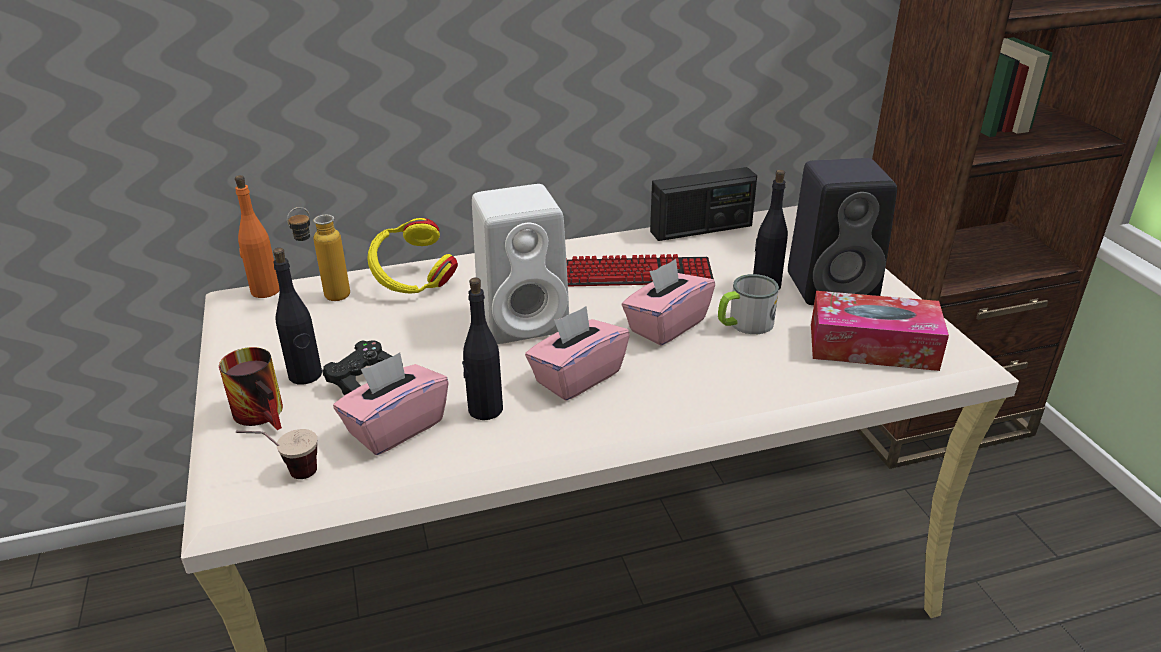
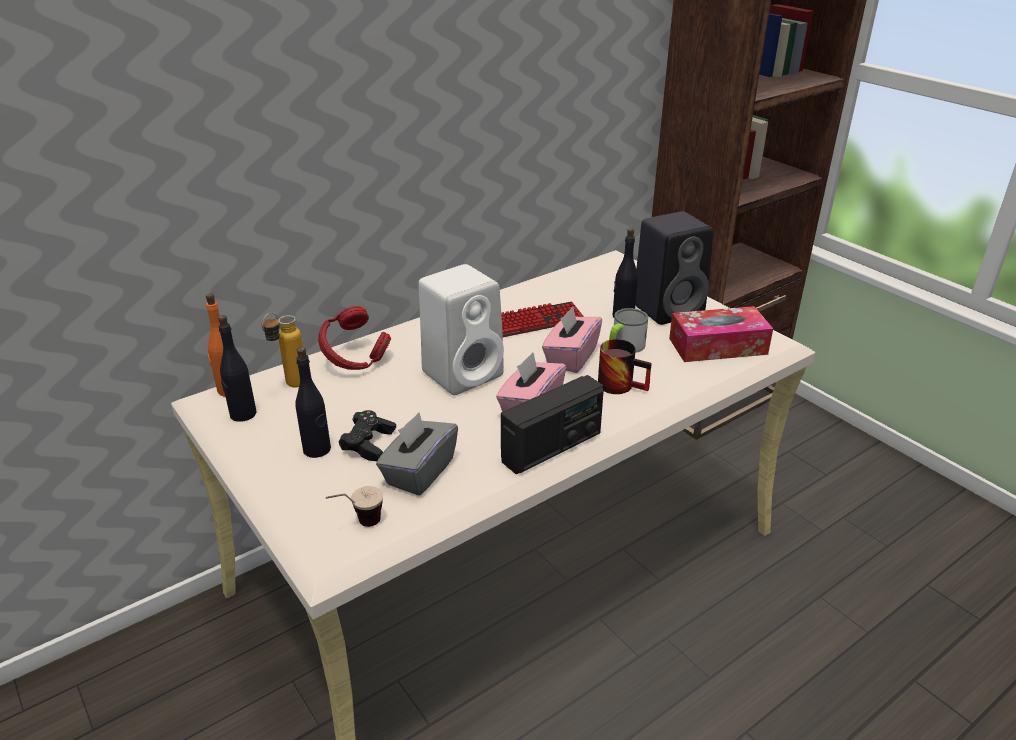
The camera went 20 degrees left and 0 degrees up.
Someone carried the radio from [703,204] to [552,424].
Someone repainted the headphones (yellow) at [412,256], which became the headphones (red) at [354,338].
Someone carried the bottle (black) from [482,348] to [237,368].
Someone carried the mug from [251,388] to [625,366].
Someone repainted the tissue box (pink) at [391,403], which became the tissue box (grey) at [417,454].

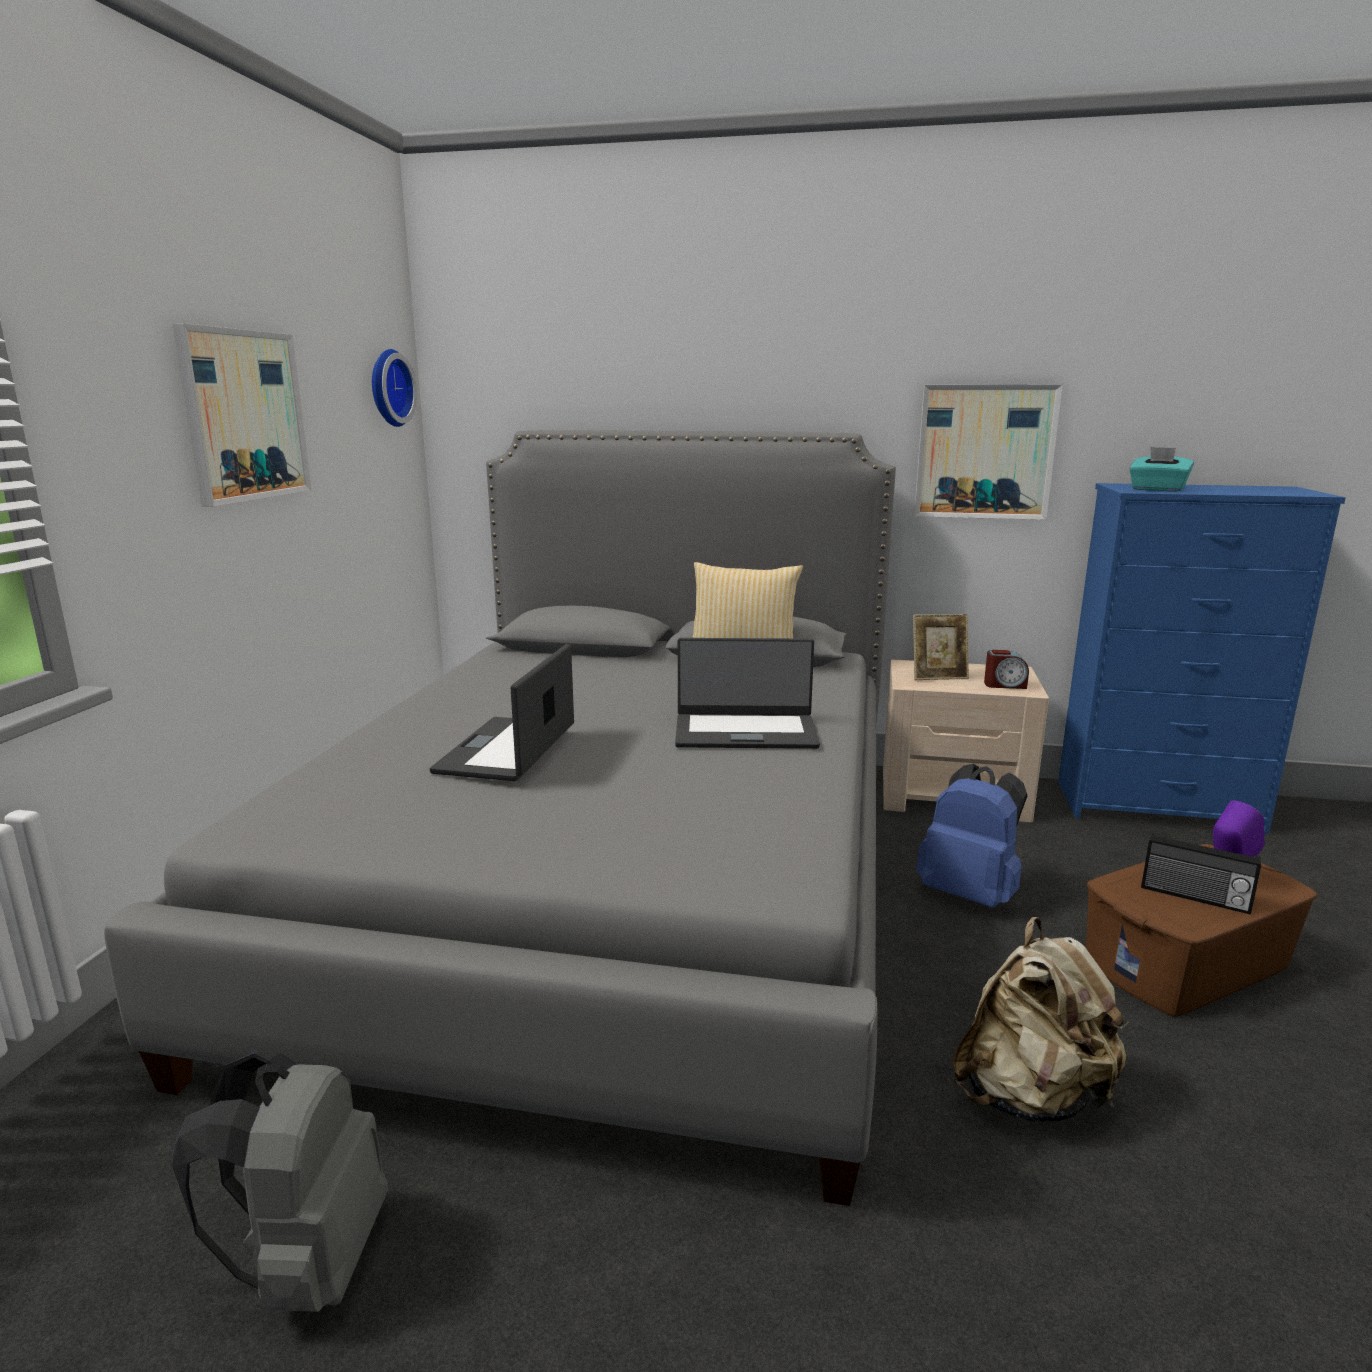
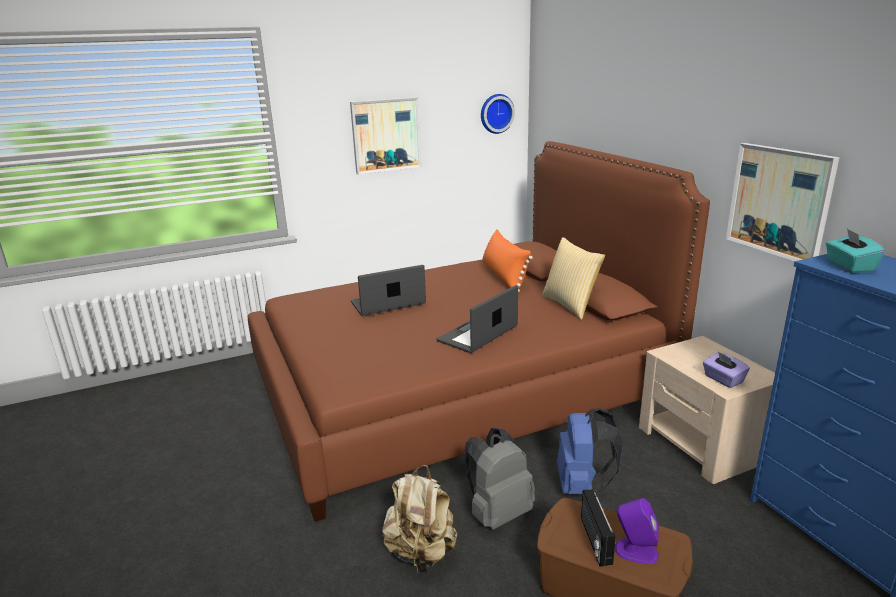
The camera went 55 degrees right and 5 degrees up.
Someone repainted the bed (grey) at [500,818], which became the bed (brown) at [479,331].
Someone took away the picture frame at [941,647].
Someone rotated the laptop at [747,693] by 75 degrees clockwise.
Someone swapped the alarm clock at [1006,669] for the tissue box (purple) at [726,370].
Someone carried the backpack (grey) from [280,1180] to [500,479].
Someone put down the pillow (orange) at [507,261].

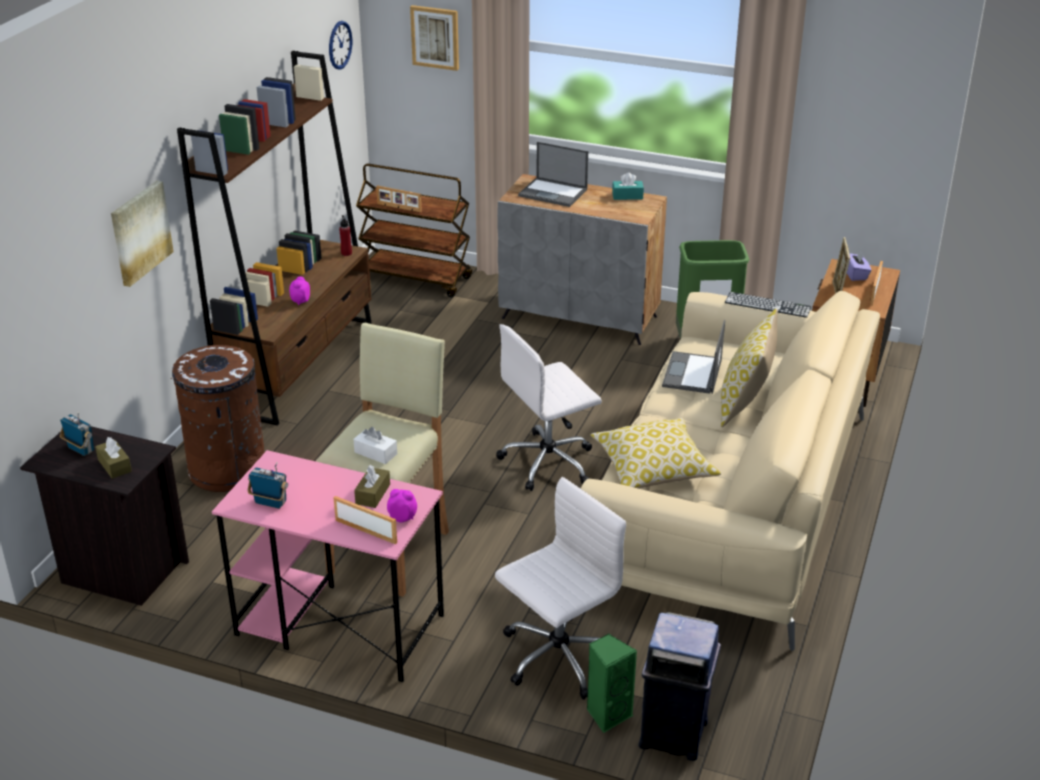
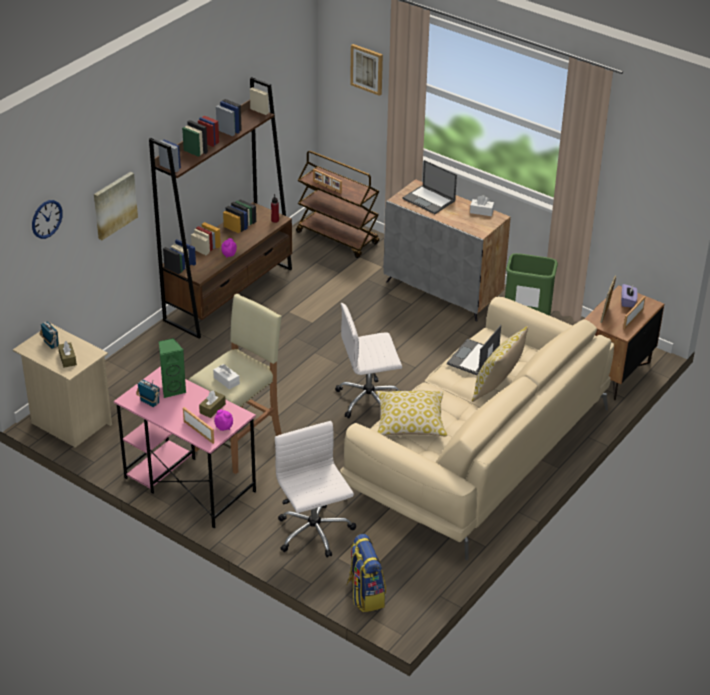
The camera went 15 degrees right and 5 degrees up.
Someone carried the wall clock from [340,45] to [47,219].
Someone repainted the tissue box (turquoise) at [628,186], which became the tissue box (white) at [482,205].
Someone took away the keyboard at [768,305].
Someone took away the trash can (brown) at [217,418].
Someone repainted the nightstand (black) at [104,516], which became the nightstand (beige) at [62,385].
Someone rotated the office chair (white) at [560,588] by 90 degrees counterclockwise.
Someone swapped the trash can (blue) at [679,686] for the backpack at [366,573].
Someone carried the speaker (green) from [612,683] to [173,368].

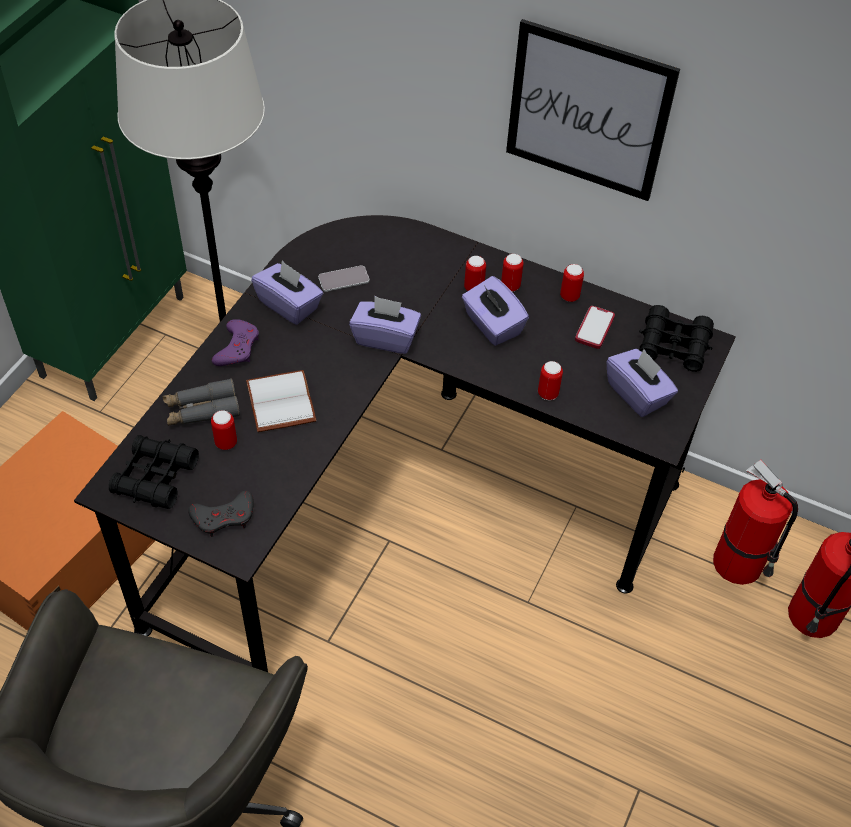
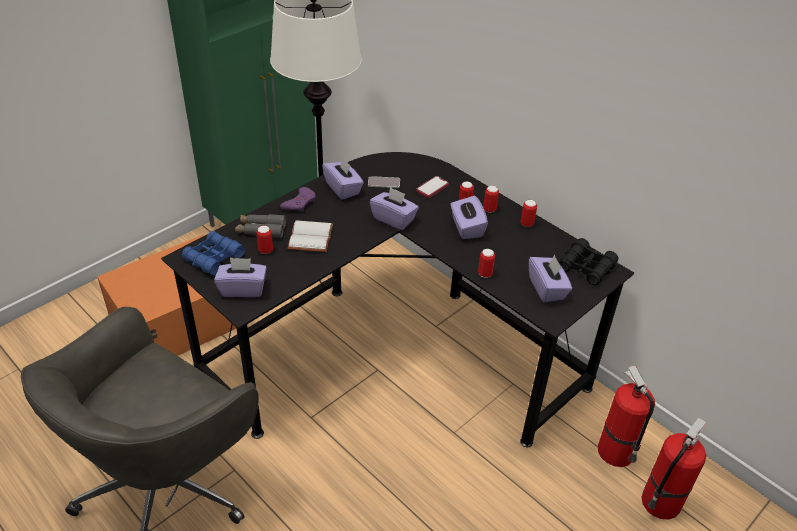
The camera went 20 degrees right and 10 degrees down.
Someone took away the picture at [593,110].
Someone carried the phone from [595,327] to [432,187].
Someone repainted the binoculars (black) at [154,472], which became the binoculars (blue) at [213,253].
Someone swapped the game controller (grey) at [221,514] for the tissue box (purple) at [240,277].

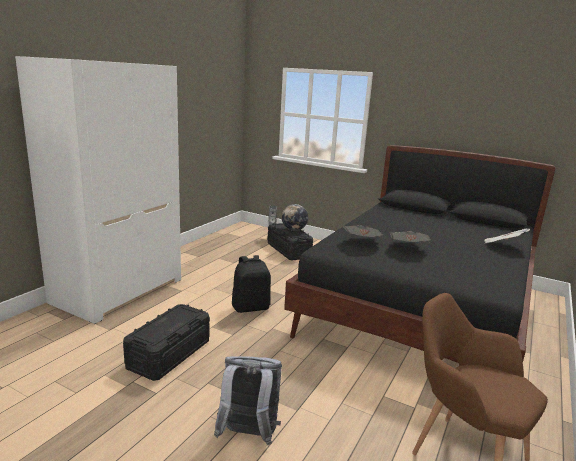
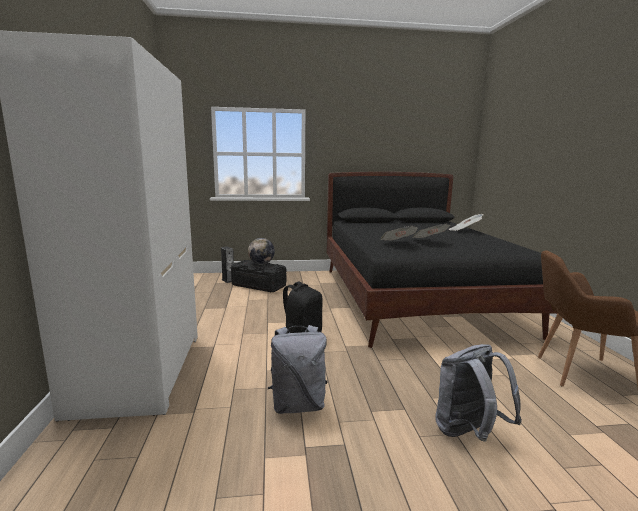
The camera went 35 degrees left and 5 degrees down.
Someone swapped the storage box (black) at [166,342] for the backpack (grey) at [298,369].

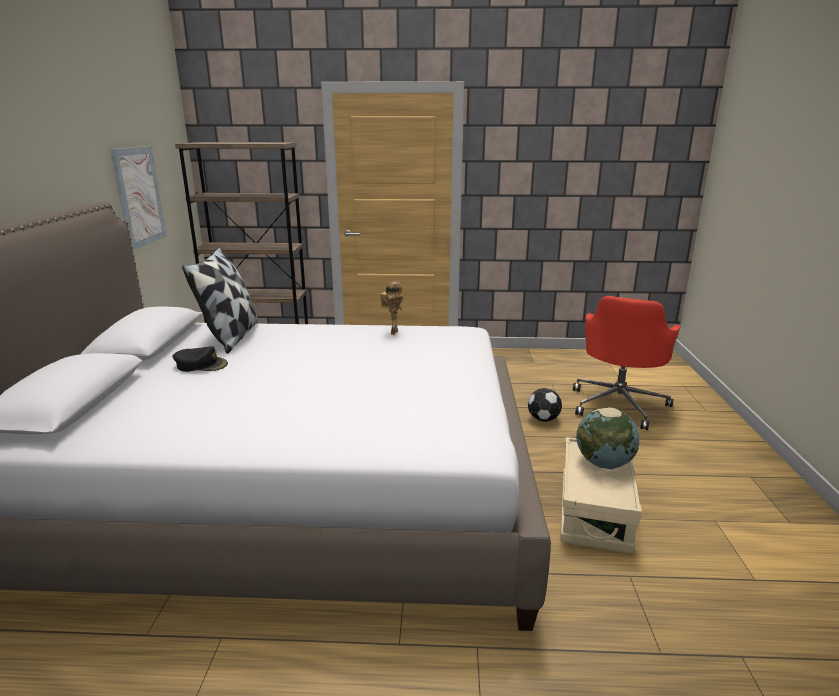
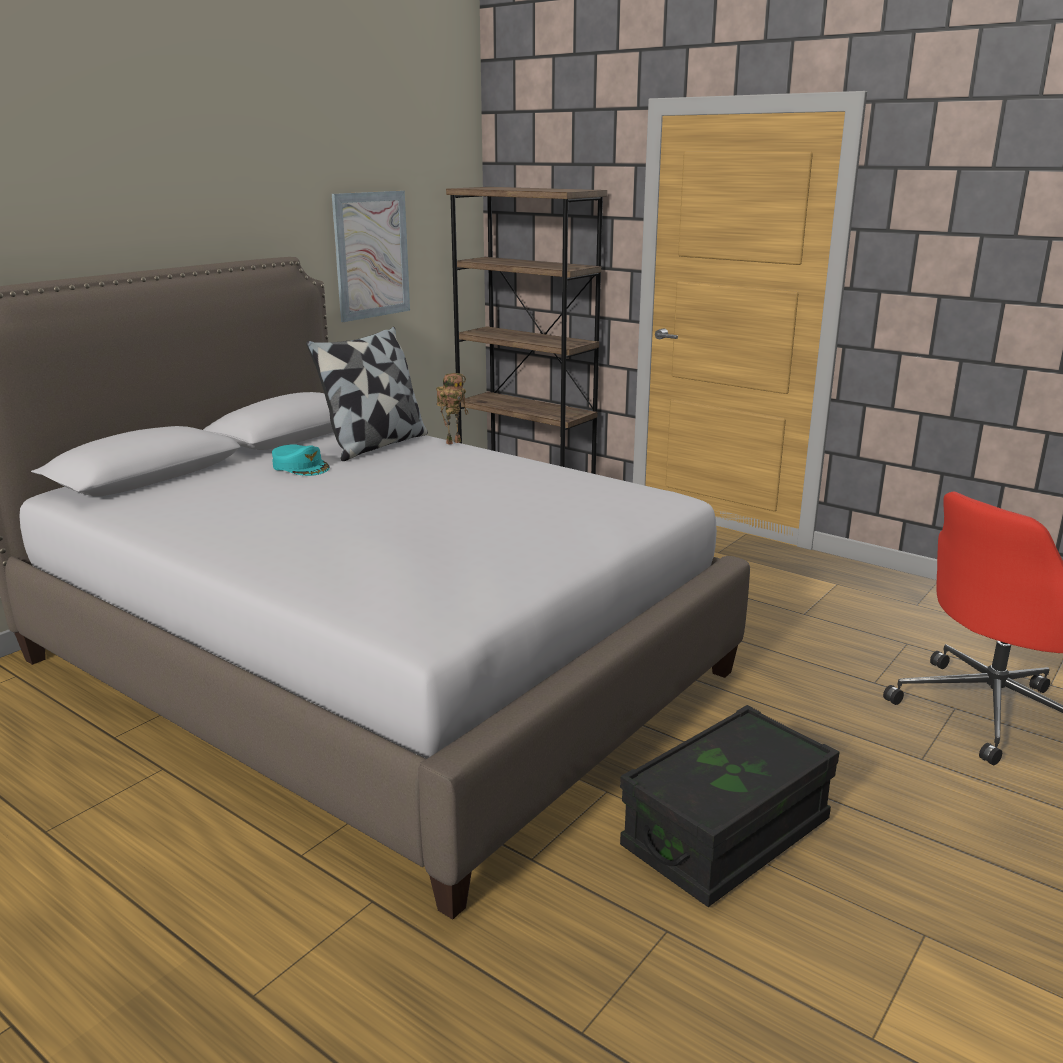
The camera went 35 degrees right and 0 degrees up.
Someone carried the toy robot from [391,308] to [452,409].
Someone repainted the cap (black) at [200,359], which became the cap (turquoise) at [301,460].
Someone took away the football at [545,405].
Someone took away the globe at [607,438].
Someone repainted the storage box (beige) at [601,495], which became the storage box (black) at [729,806].

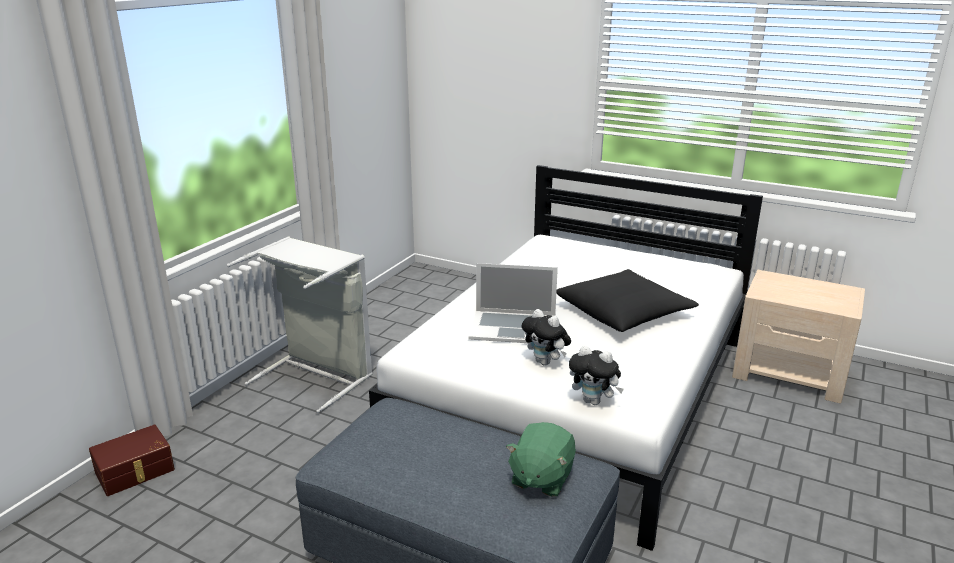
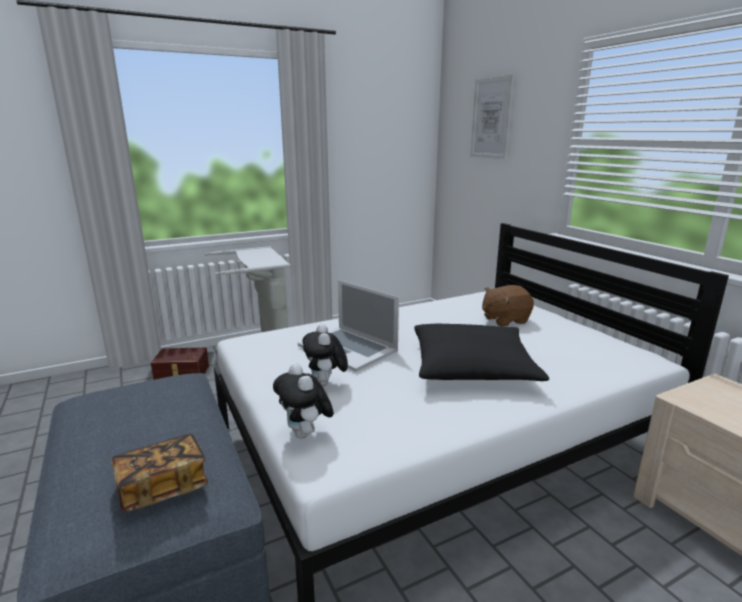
The camera went 35 degrees right and 5 degrees down.
Someone swapped the plush toy (green) at [541,459] for the book at [159,473].
Someone carried the storage box (brown) from [132,460] to [180,363].
Someone put up the picture at [492,116].
Someone put down the plush toy (brown) at [508,306].

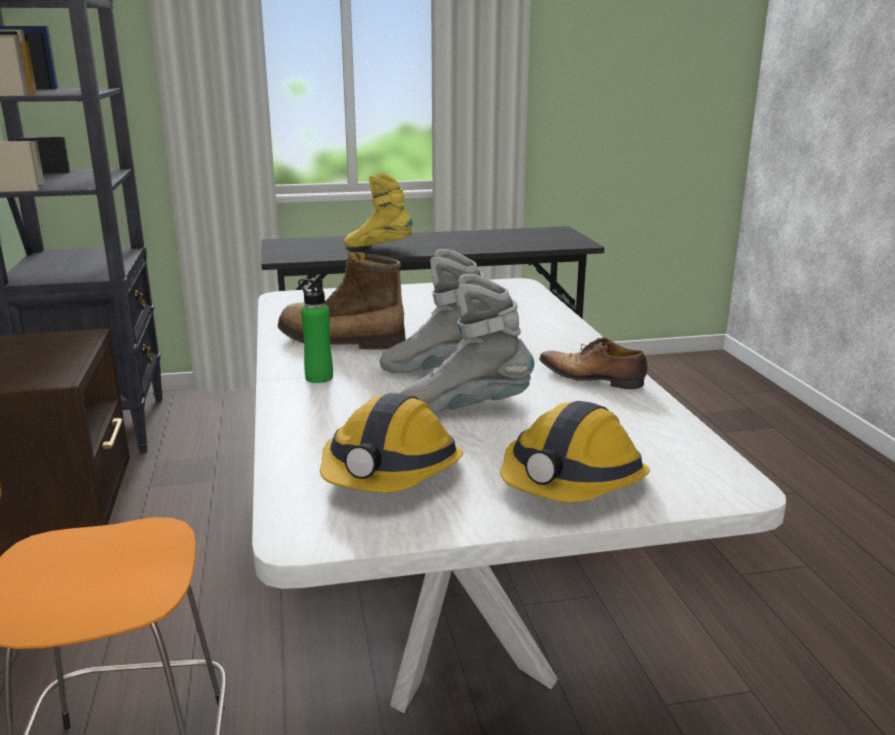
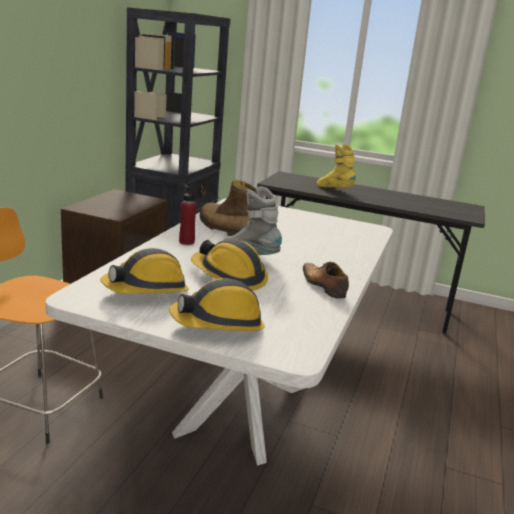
The camera went 30 degrees right and 0 degrees up.
Someone swapped the boot (grey) at [467,343] for the hard hat at [229,264].
Someone repainted the bottle (green) at [315,330], which became the bottle (red) at [188,215].

